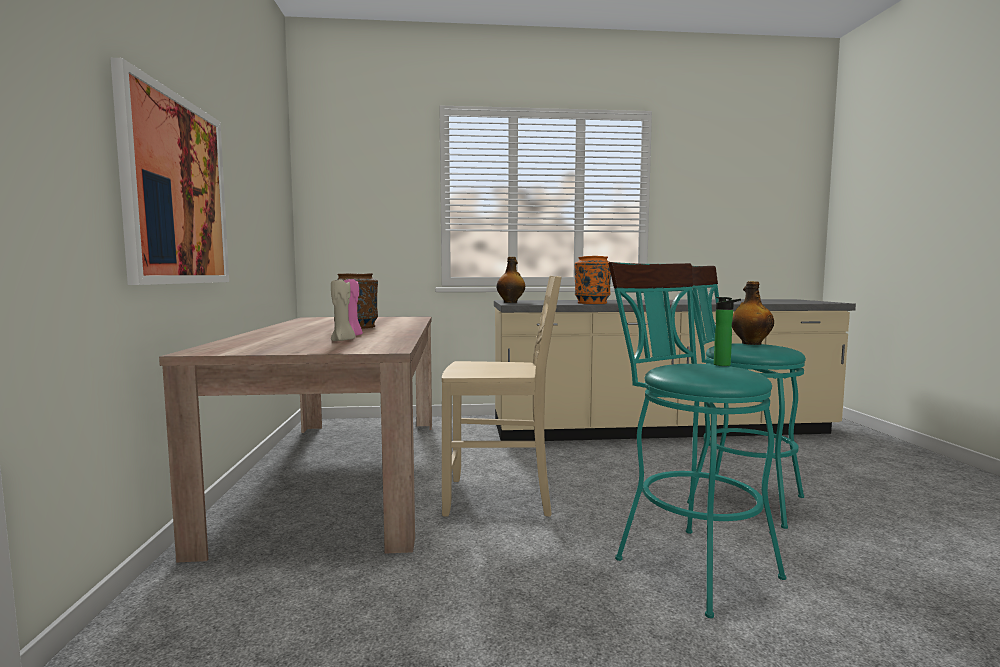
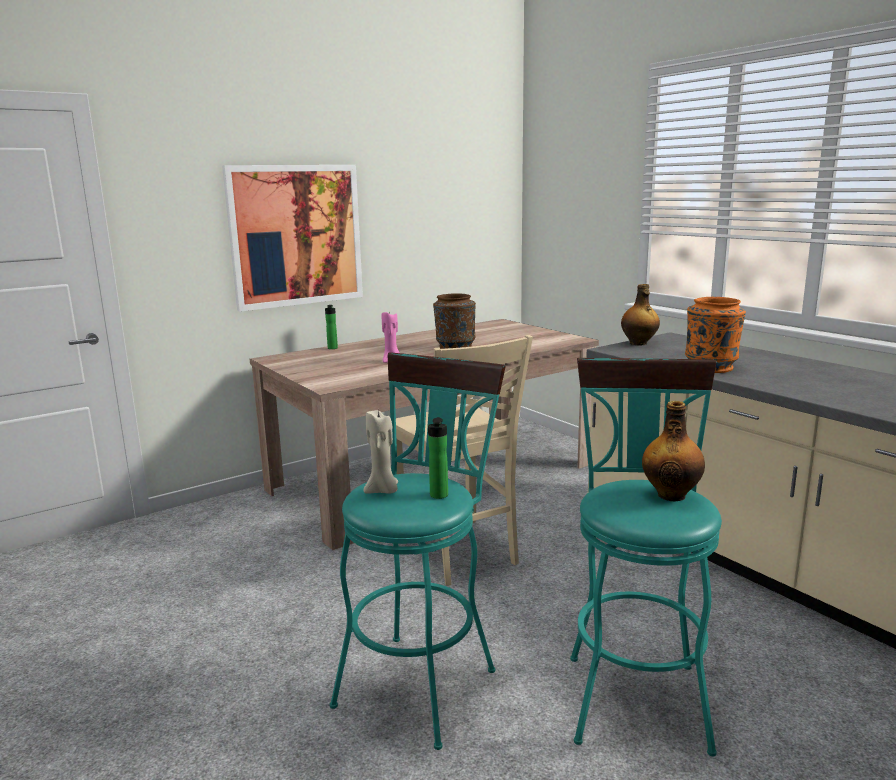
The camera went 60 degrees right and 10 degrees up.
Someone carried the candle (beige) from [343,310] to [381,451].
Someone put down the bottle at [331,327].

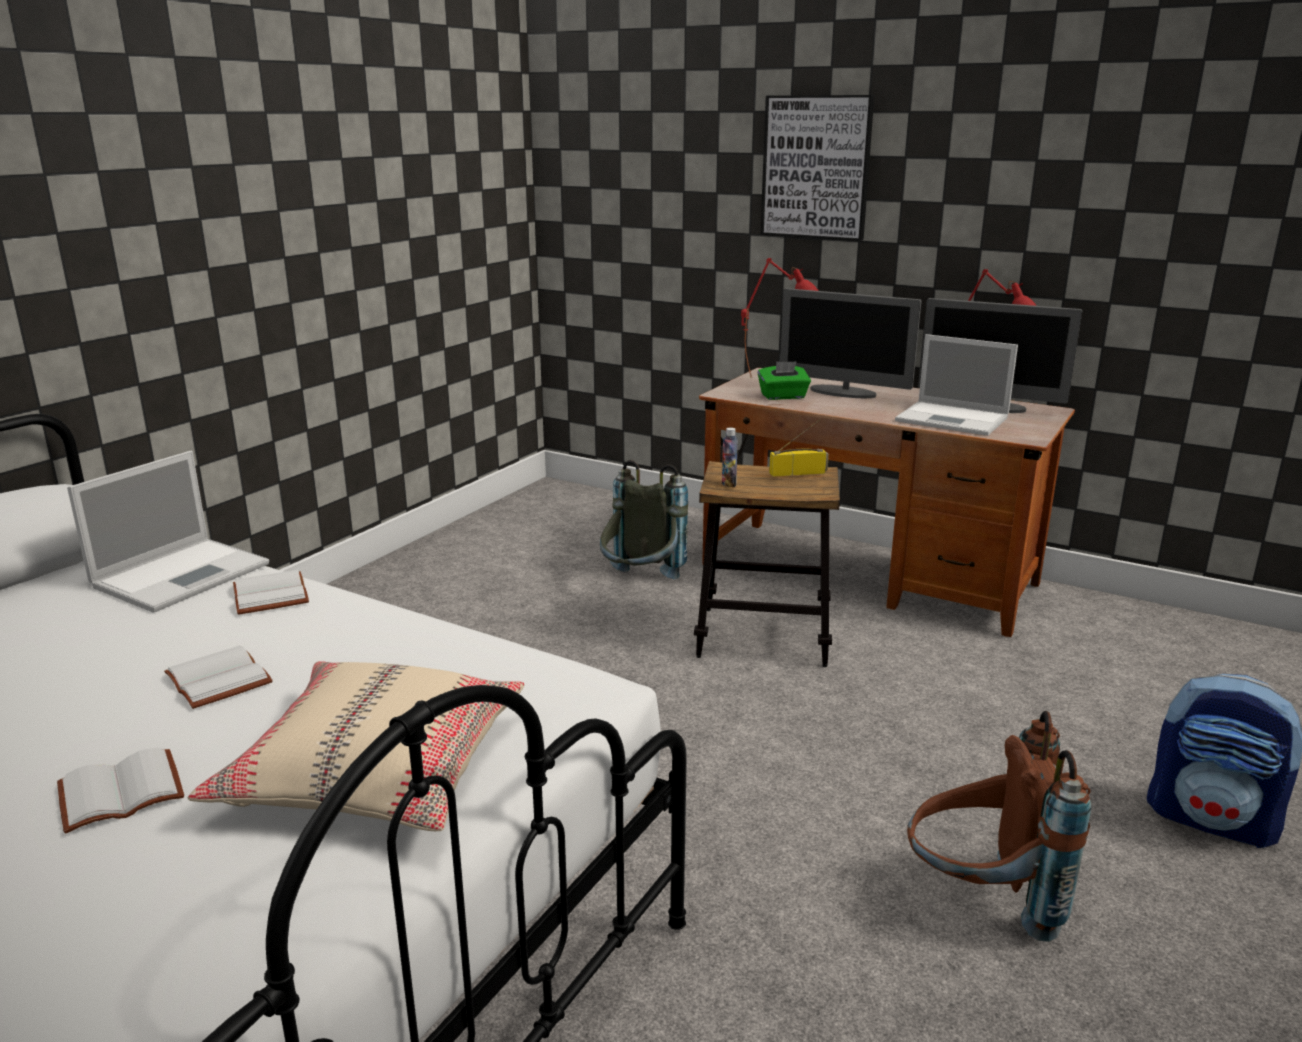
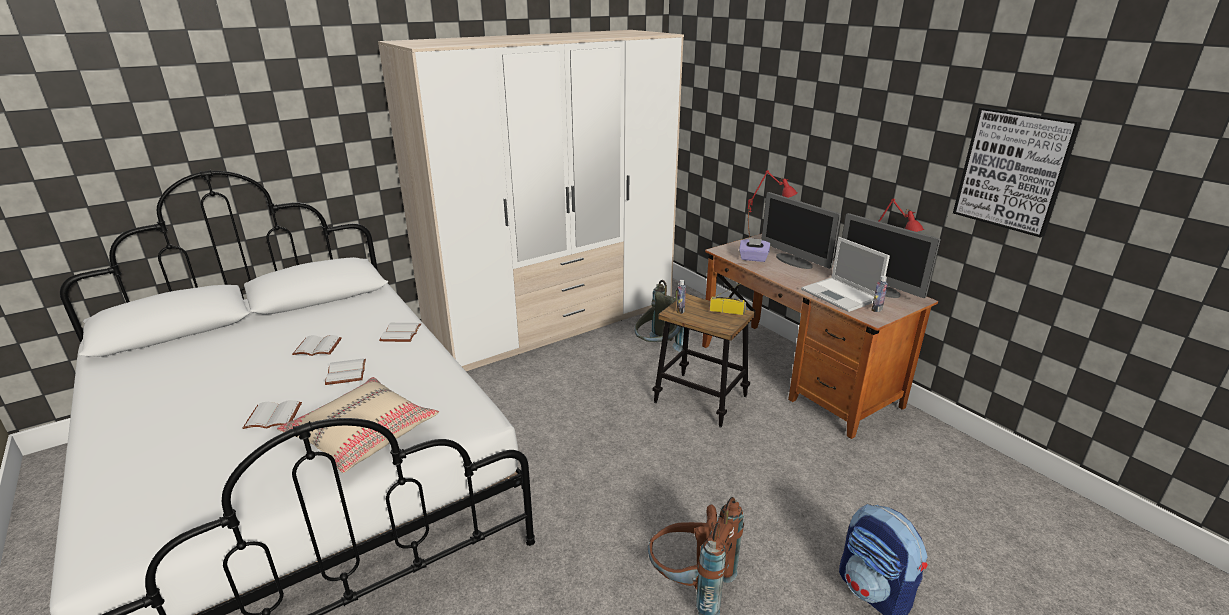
The camera went 25 degrees right and 5 degrees up.
Someone carried the picture from [817,168] to [1017,172].
Someone repainted the tissue box (green) at [784,380], which became the tissue box (purple) at [754,250].
Someone took away the laptop at [168,532].
Someone put down the wardrobe at [531,200].
Someone put down the bottle at [879,294].
Someone put down the book (white) at [317,345].

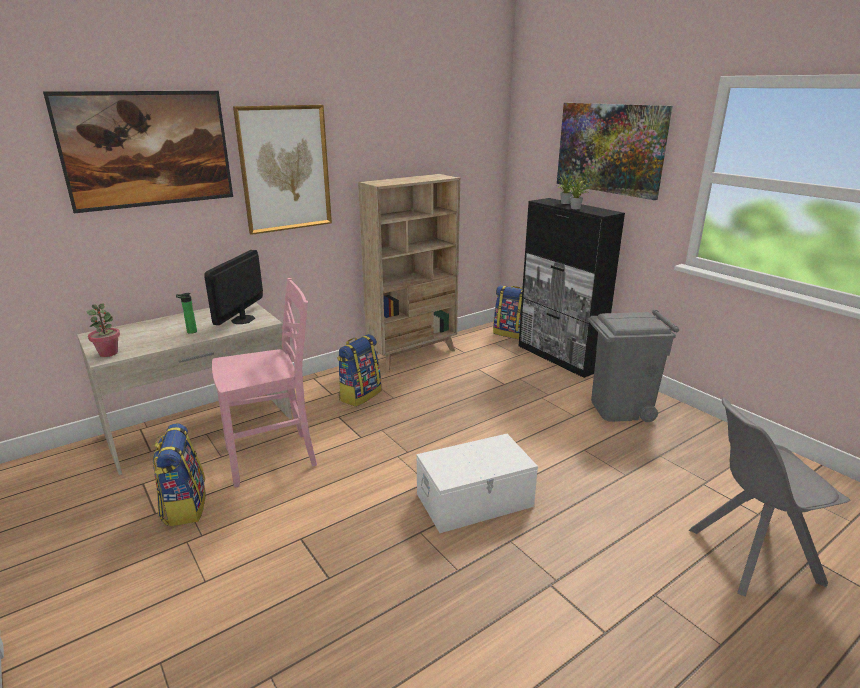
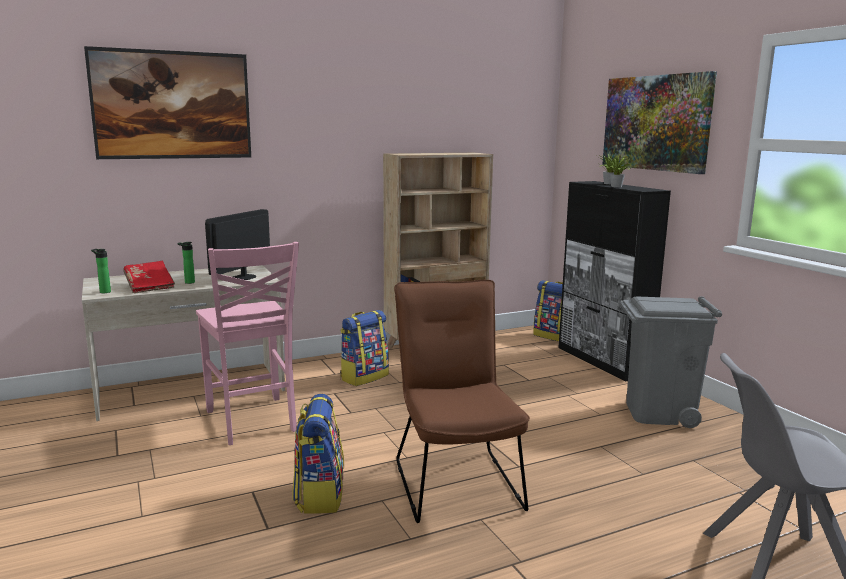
The camera went 10 degrees right and 10 degrees down.
Someone took away the picture at [282,170].
Someone rotated the chair (pink) at [264,383] by 75 degrees clockwise.
Someone swapped the potted plant at [103,330] for the bottle at [101,271].
Someone carried the backpack from [179,474] to [318,454].
Someone swapped the storage box (white) at [477,483] for the chair (brown) at [462,401].
Someone put down the book (red) at [149,277].

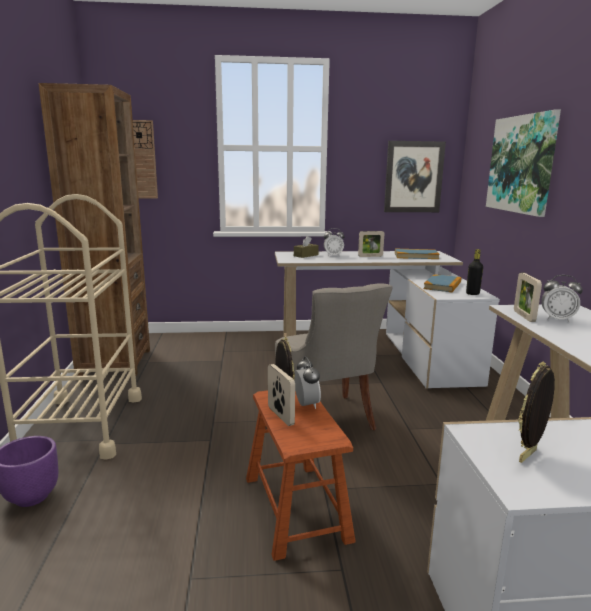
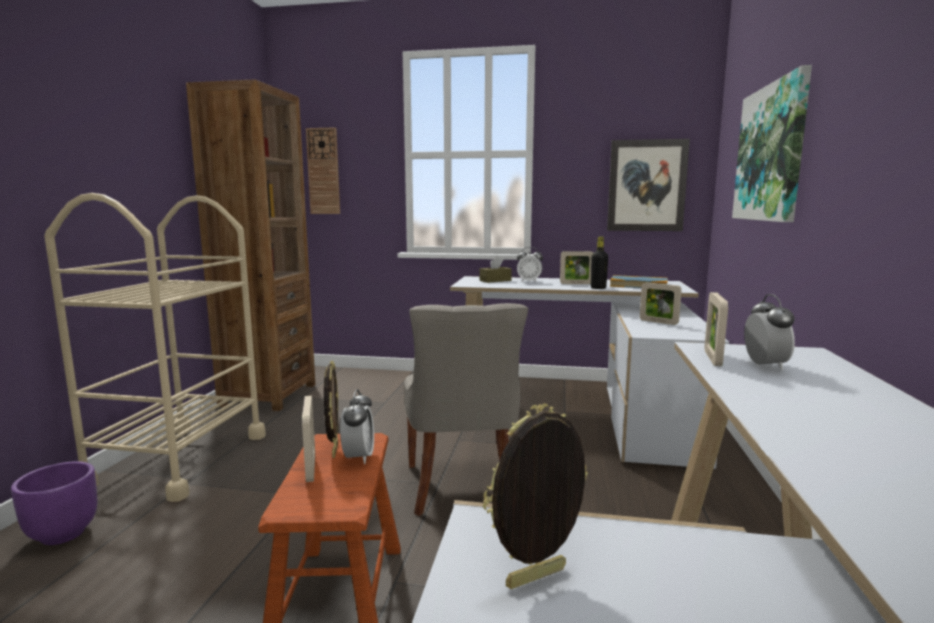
The camera went 15 degrees right and 5 degrees down.
Someone carried the bottle (black) from [474,272] to [599,262].
Someone swapped the book at [442,283] for the picture frame at [661,303].
Someone rotated the alarm clock at [562,298] by 120 degrees counterclockwise.

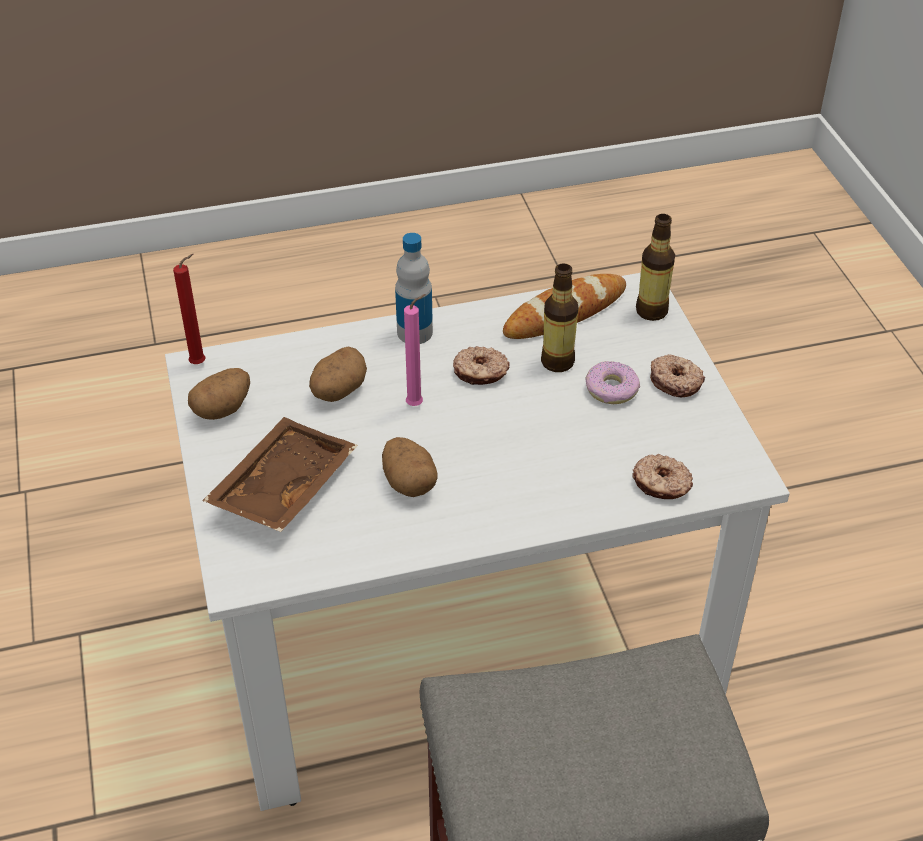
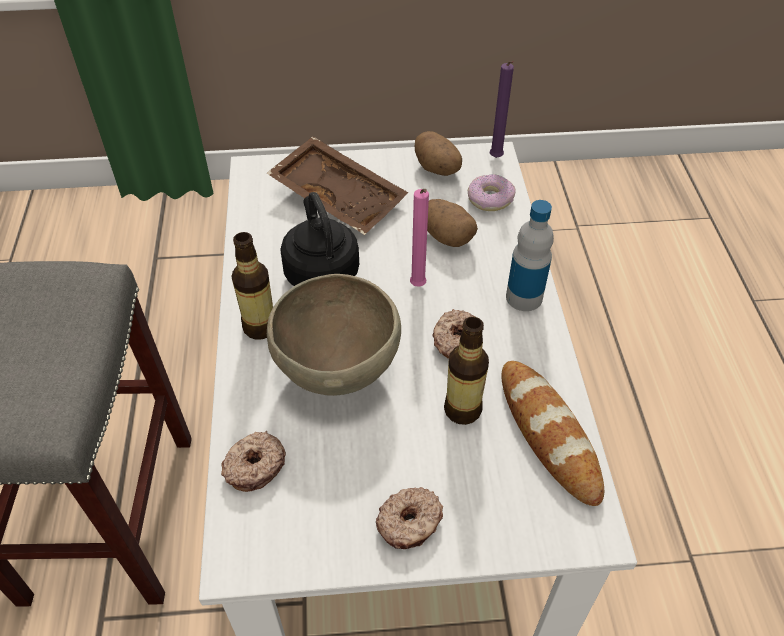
The camera went 100 degrees right and 5 degrees up.
Someone carried the bottle from [655,267] to [252,286].
Someone repainted the candle (red) at [189,309], which became the candle (purple) at [502,109].
Someone carried the donut from [612,382] to [492,192].
Someone swapped the potato at [410,467] for the kettle (black) at [319,239].
Someone put down the bowl (brown) at [334,335].

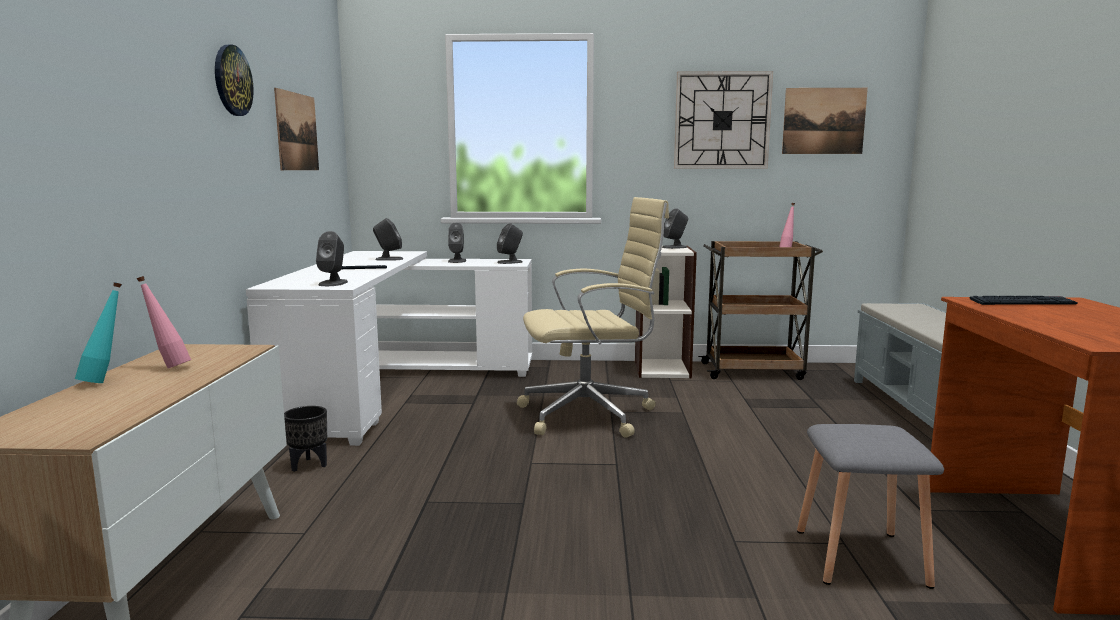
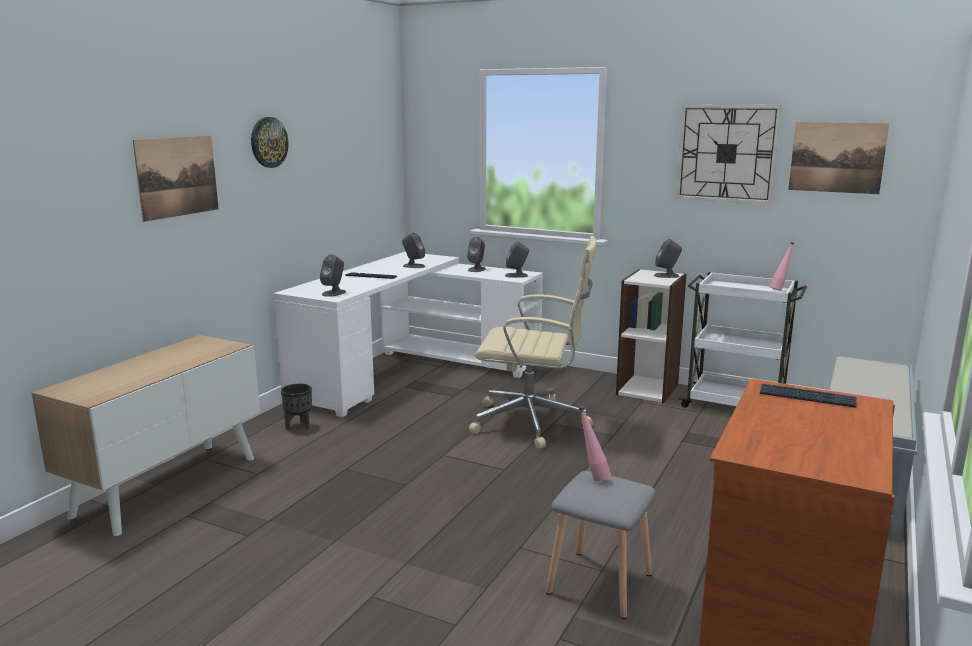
The camera went 25 degrees right and 5 degrees up.
Someone carried the picture from [296,129] to [176,179].
Someone repainted the cart (brown) at [760,310], which became the cart (white) at [742,340].
Someone carried the bottle (pink) from [164,322] to [595,444].
Someone took away the bottle (turquoise) at [98,332].

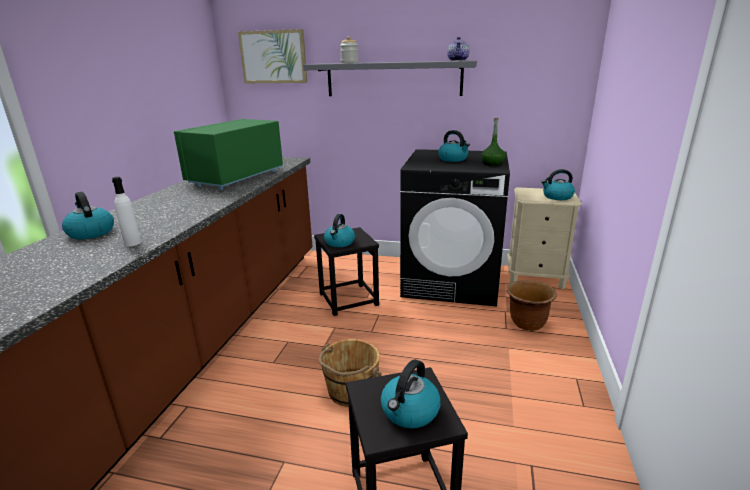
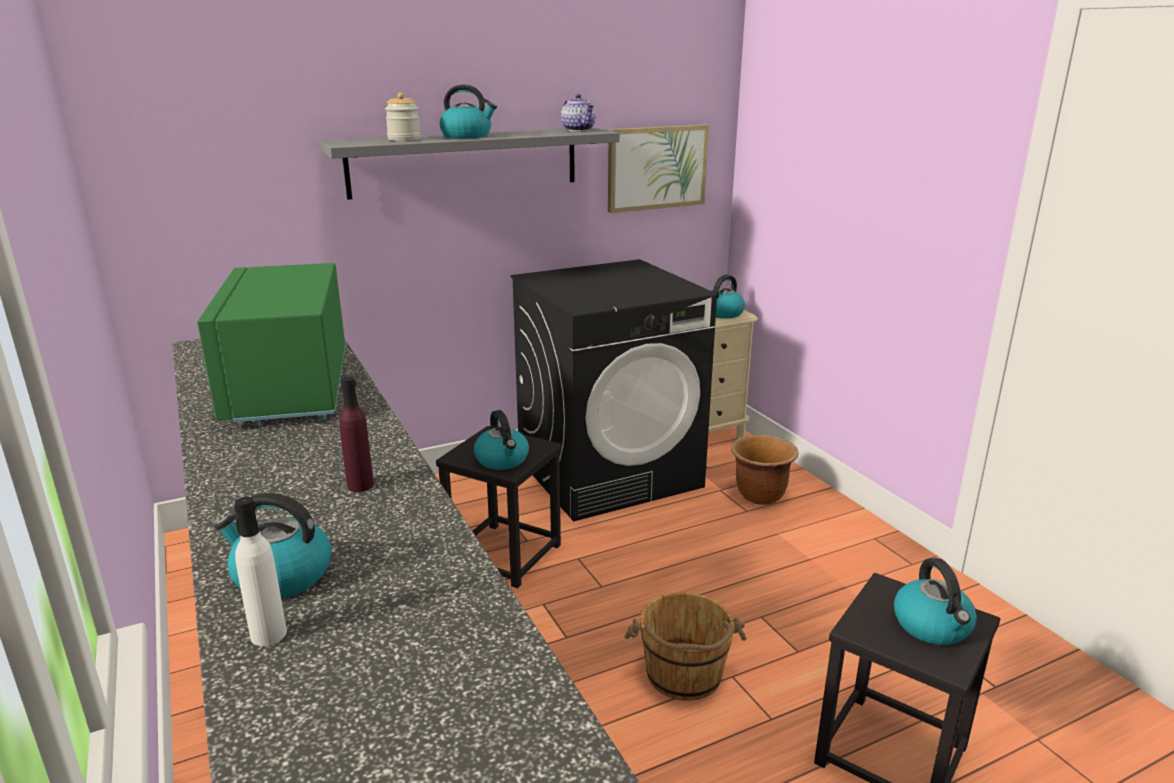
The camera went 40 degrees left and 0 degrees up.
Someone carried the picture from [272,56] to [658,169].
Someone took away the bottle (green) at [493,142].
Someone carried the kettle from [454,146] to [468,111].
Someone carried the bottle (white) from [126,211] to [260,571].
Someone put down the bottle (purple) at [356,434].

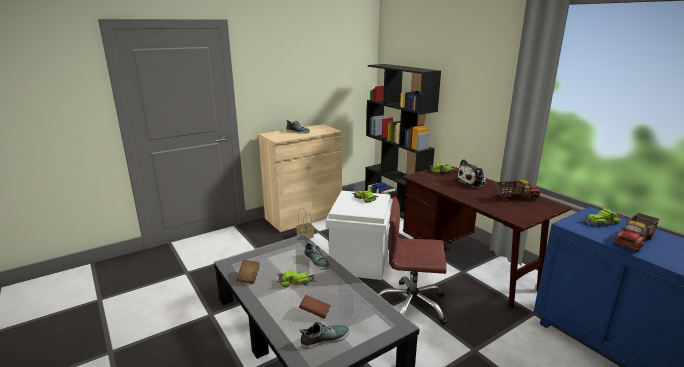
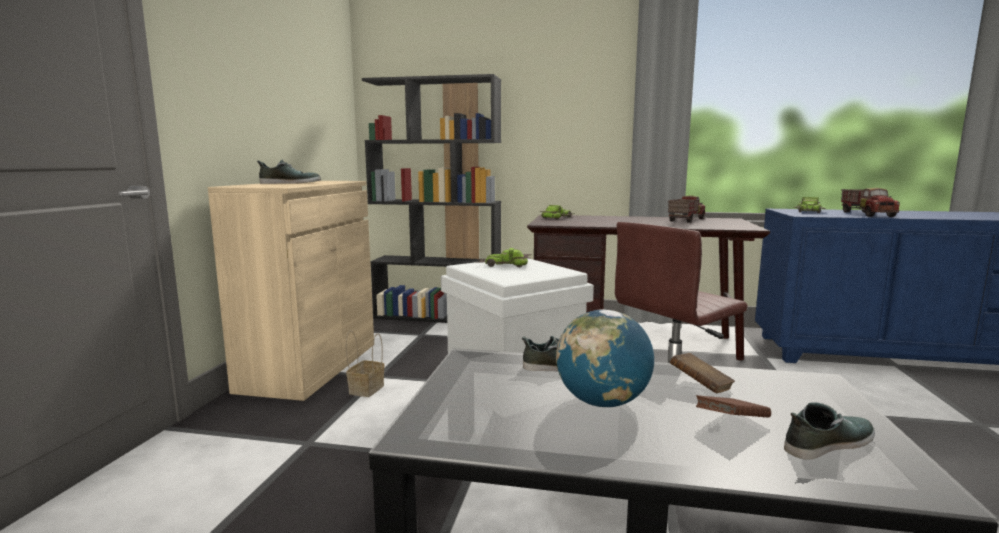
The camera went 45 degrees left and 10 degrees down.
Someone took away the plush toy at [471,173].
Someone carried the book (brown) from [248,272] to [702,373].
Someone swapped the toy car at [296,278] for the globe at [605,358].
Someone rotated the shoe at [324,335] by 45 degrees clockwise.

